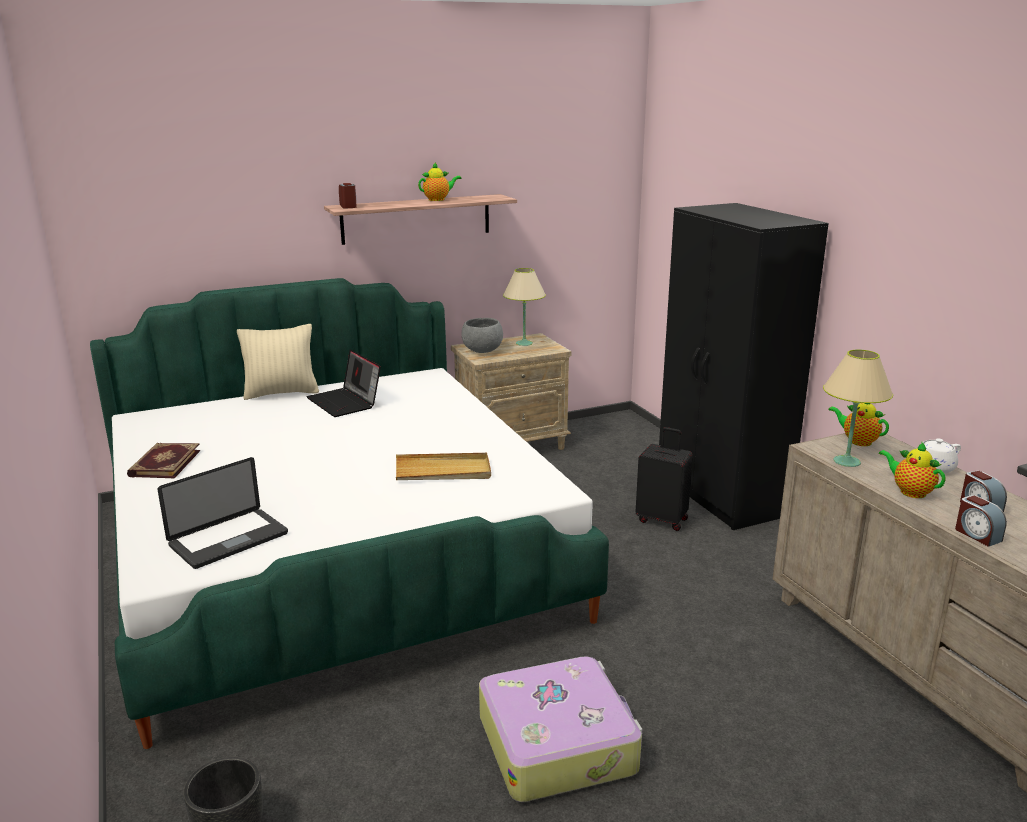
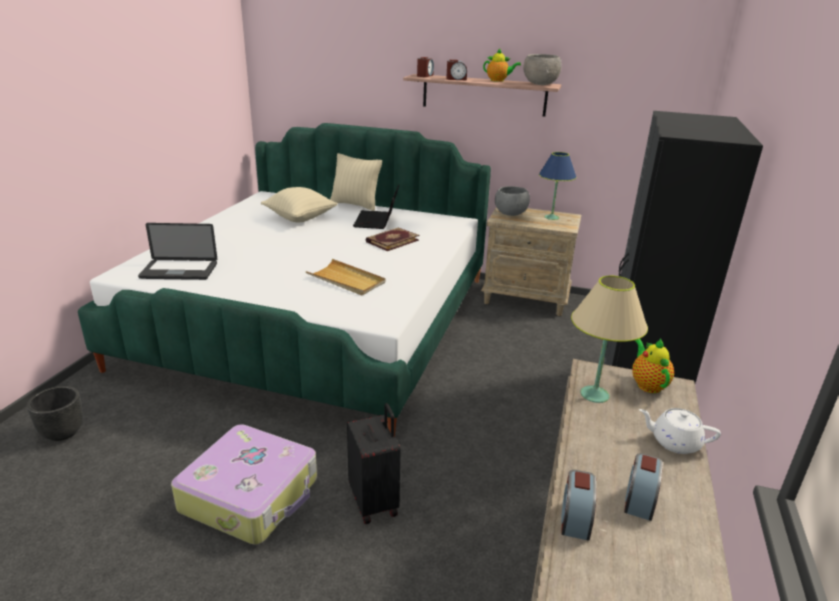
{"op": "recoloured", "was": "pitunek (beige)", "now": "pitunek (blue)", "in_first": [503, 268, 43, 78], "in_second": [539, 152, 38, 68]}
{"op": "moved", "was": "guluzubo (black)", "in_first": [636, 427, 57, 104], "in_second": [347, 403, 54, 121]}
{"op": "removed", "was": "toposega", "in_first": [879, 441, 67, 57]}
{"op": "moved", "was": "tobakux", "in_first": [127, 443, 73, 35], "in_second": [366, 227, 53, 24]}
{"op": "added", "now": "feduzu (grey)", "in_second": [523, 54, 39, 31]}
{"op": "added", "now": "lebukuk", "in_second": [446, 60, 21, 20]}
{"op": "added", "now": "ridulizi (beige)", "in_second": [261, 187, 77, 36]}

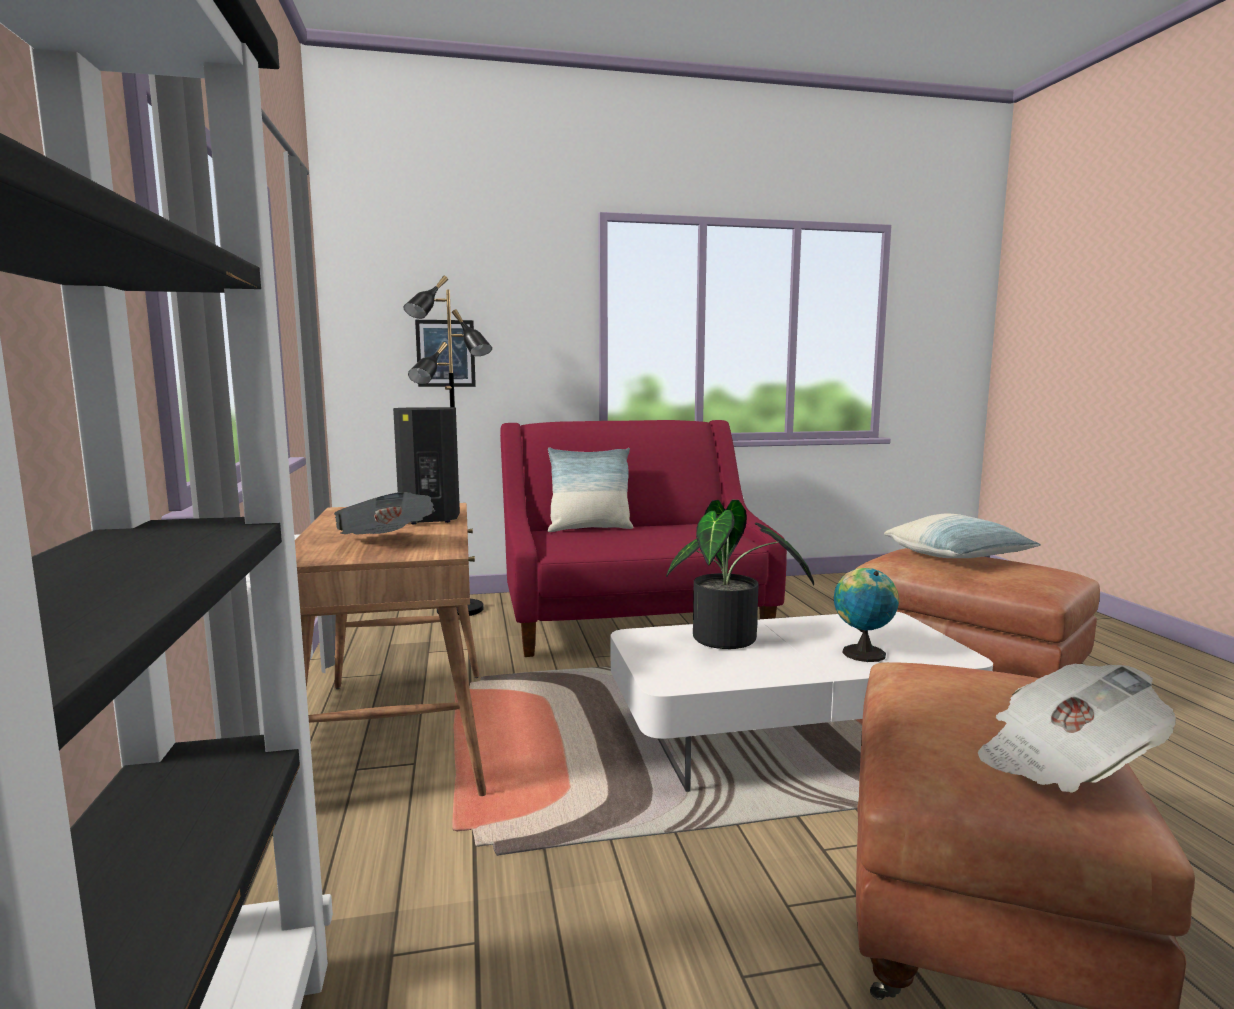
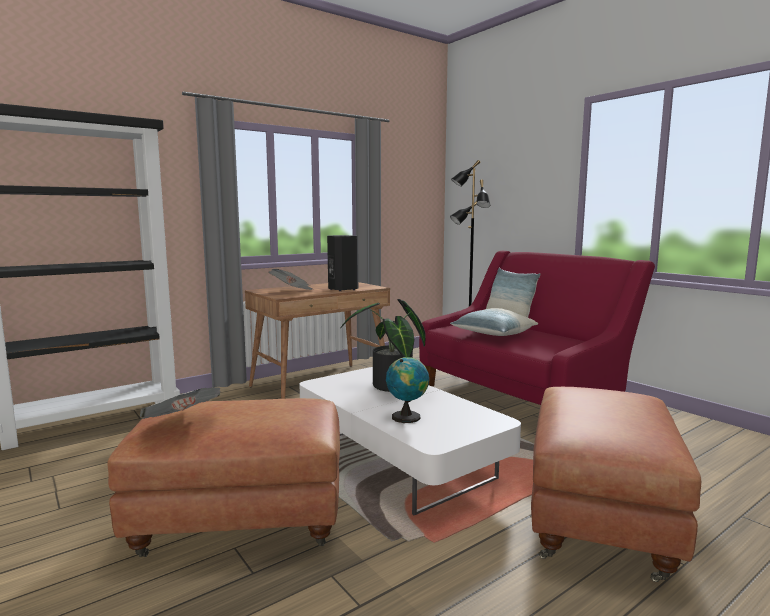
{"op": "removed", "was": "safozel", "in_first": [415, 320, 61, 67]}
{"op": "moved", "was": "ridulizi", "in_first": [884, 514, 157, 44], "in_second": [450, 308, 88, 28]}

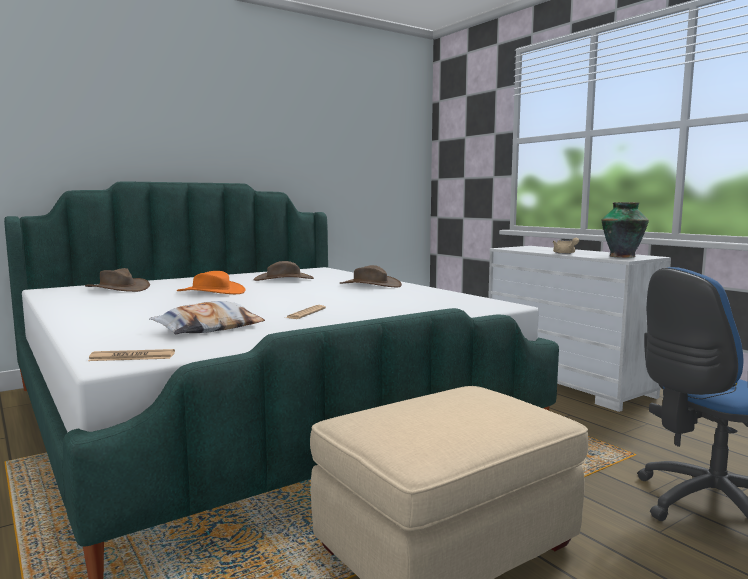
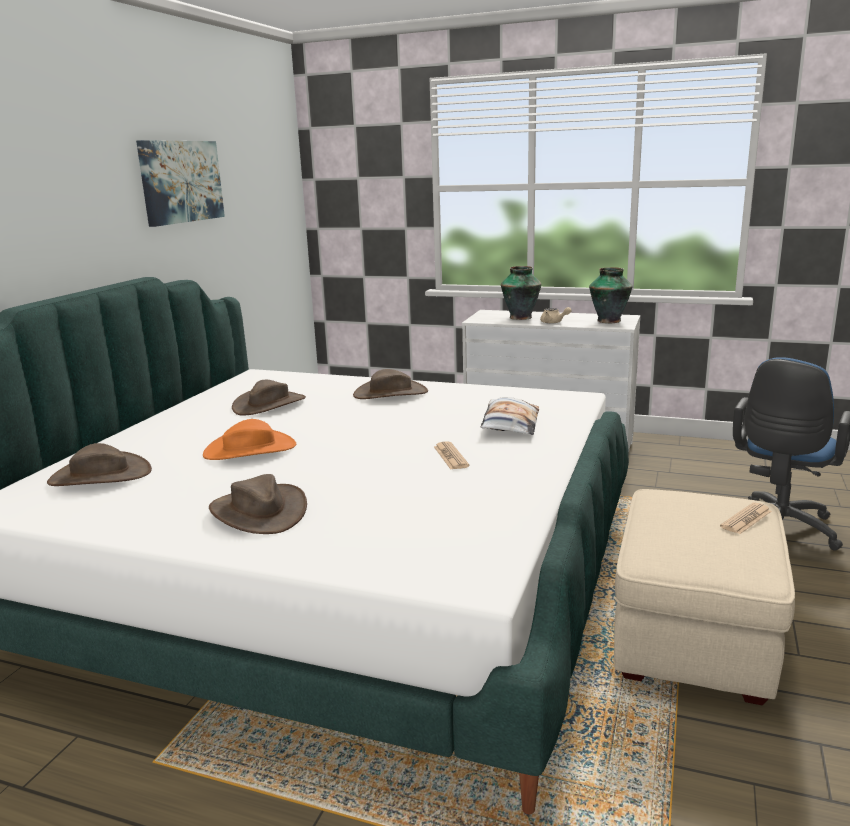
{"op": "moved", "was": "ridulizi", "in_first": [149, 301, 116, 33], "in_second": [480, 397, 59, 38]}
{"op": "moved", "was": "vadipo", "in_first": [88, 349, 87, 12], "in_second": [720, 503, 52, 31]}
{"op": "added", "now": "safozel", "in_second": [136, 140, 89, 87]}
{"op": "added", "now": "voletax", "in_second": [501, 266, 40, 54]}
{"op": "added", "now": "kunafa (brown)", "in_second": [209, 474, 98, 60]}

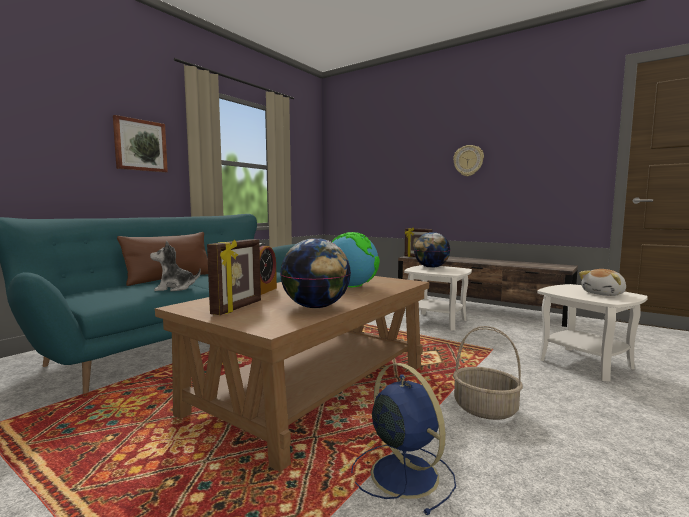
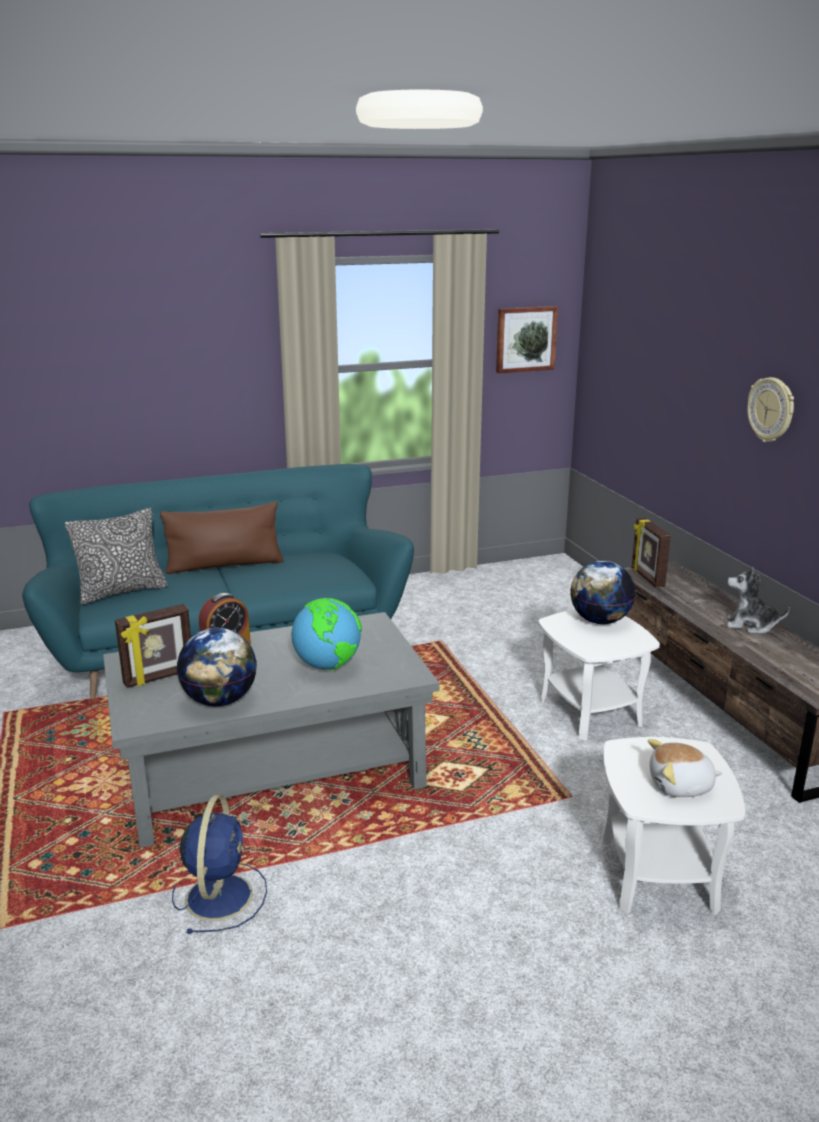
{"op": "moved", "was": "safozel", "in_first": [113, 115, 55, 58], "in_second": [496, 306, 62, 67]}
{"op": "moved", "was": "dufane", "in_first": [150, 241, 51, 51], "in_second": [726, 567, 64, 67]}
{"op": "recoloured", "was": "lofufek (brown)", "now": "lofufek (grey)", "in_first": [155, 276, 274, 196], "in_second": [103, 612, 337, 236]}
{"op": "removed", "was": "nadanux", "in_first": [453, 326, 70, 94]}
{"op": "added", "now": "ridulizi", "in_second": [65, 508, 102, 97]}

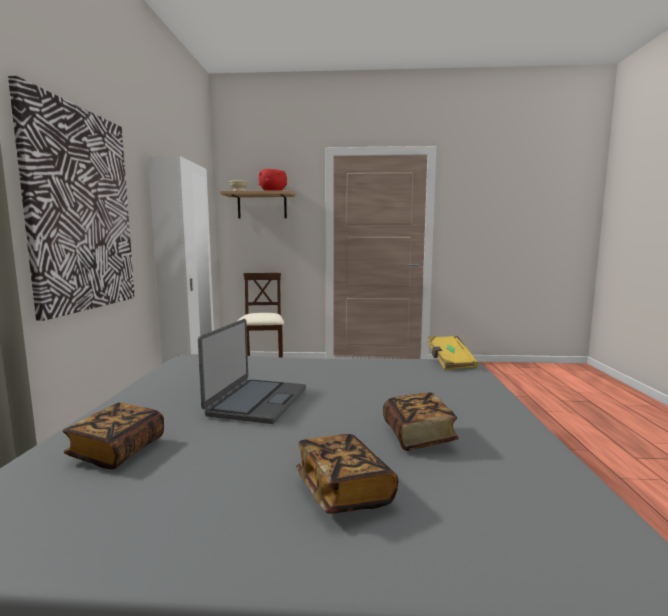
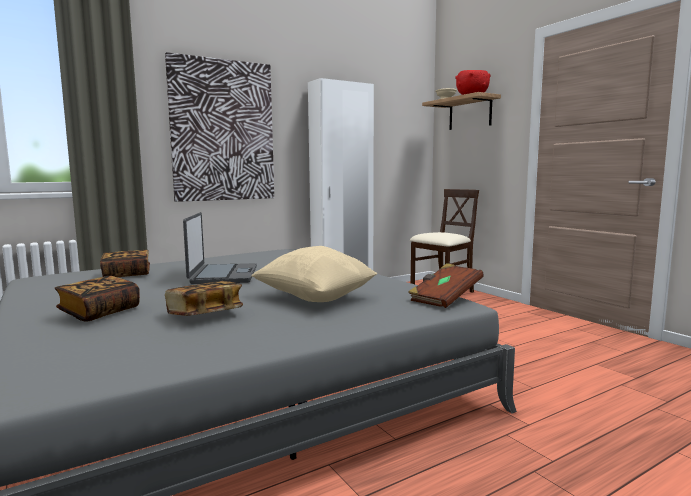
{"op": "turned", "was": "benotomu", "in_first": [198, 319, 108, 105], "in_second": [183, 212, 74, 72], "clockwise": -75}
{"op": "recoloured", "was": "tobakux (yellow)", "now": "tobakux (brown)", "in_first": [427, 336, 51, 34], "in_second": [408, 263, 75, 45]}
{"op": "added", "now": "ridulizi (beige)", "in_second": [251, 246, 126, 56]}

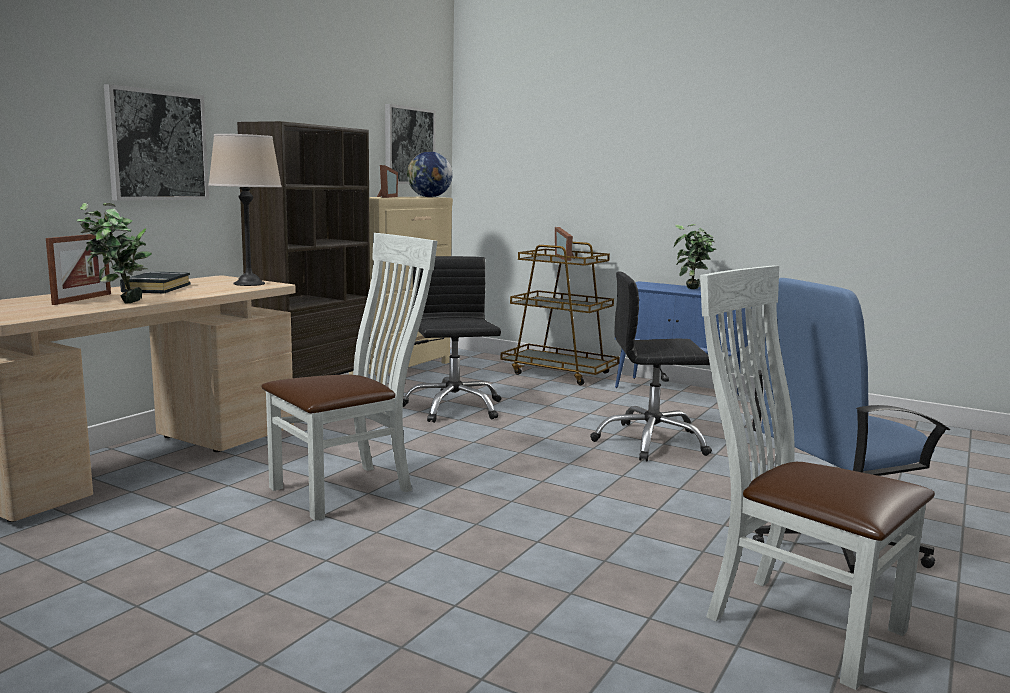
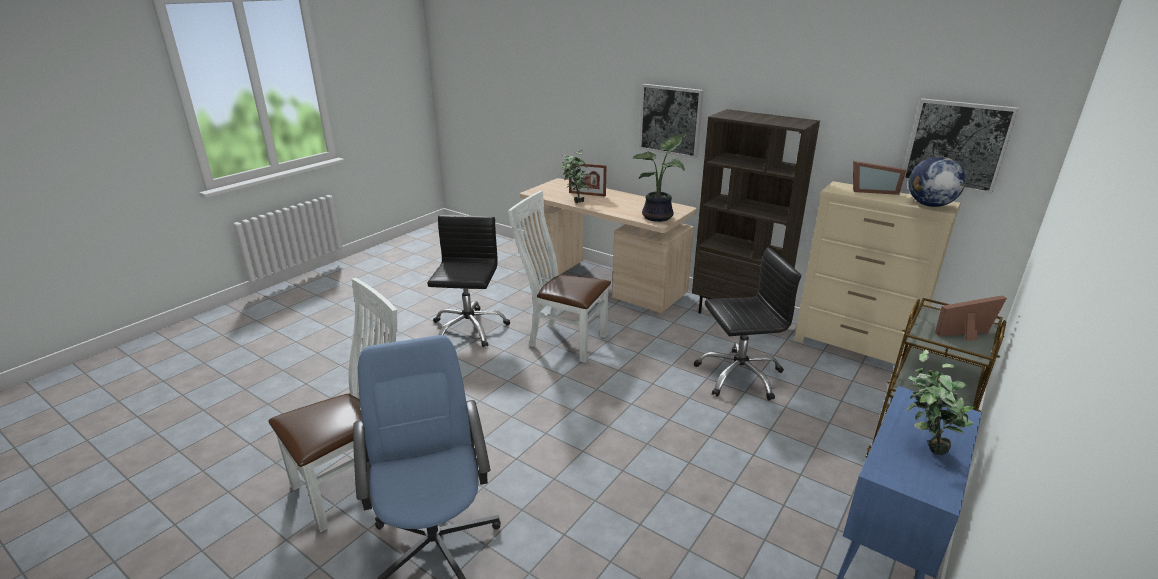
{"op": "replaced", "was": "pitunek (beige)", "now": "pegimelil", "in_first": [208, 134, 74, 152], "in_second": [632, 134, 55, 88]}
{"op": "turned", "was": "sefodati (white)", "in_first": [261, 233, 177, 288], "in_second": [508, 191, 103, 172], "clockwise": 150}
{"op": "moved", "was": "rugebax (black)", "in_first": [590, 271, 122, 190], "in_second": [427, 215, 83, 132]}
{"op": "removed", "was": "tobakux (black)", "in_first": [120, 272, 71, 21]}

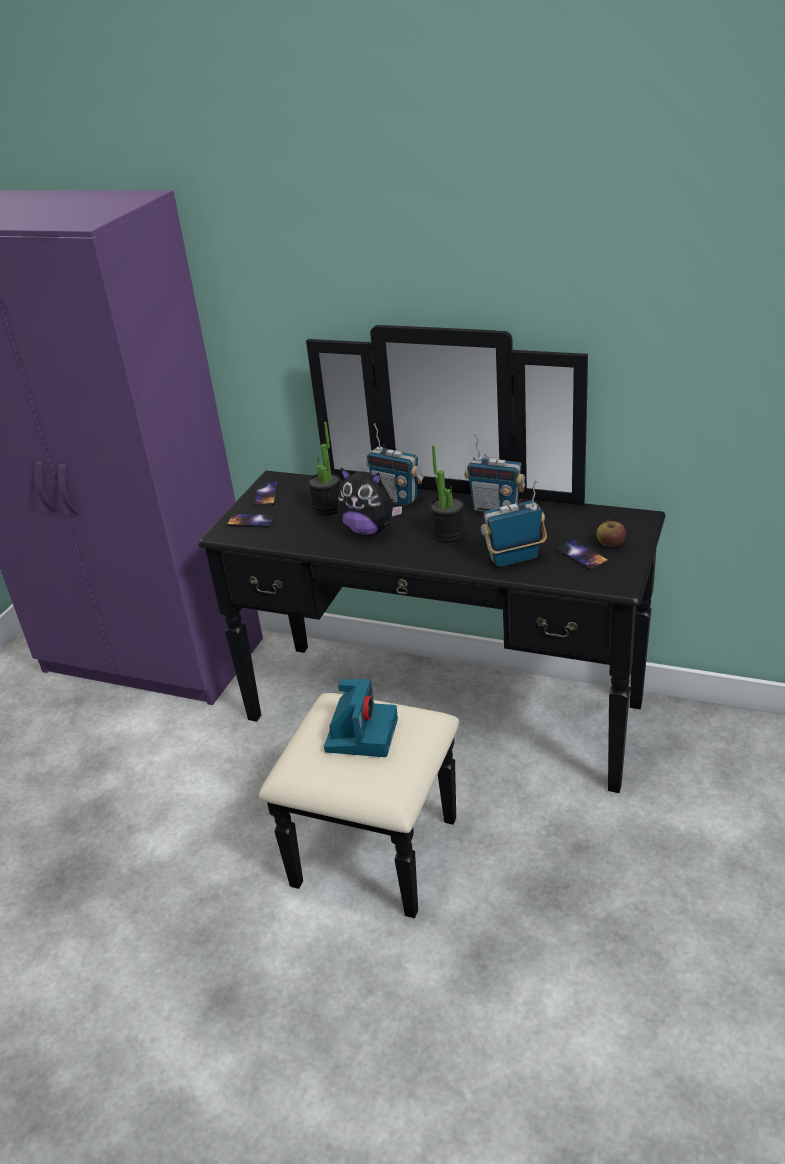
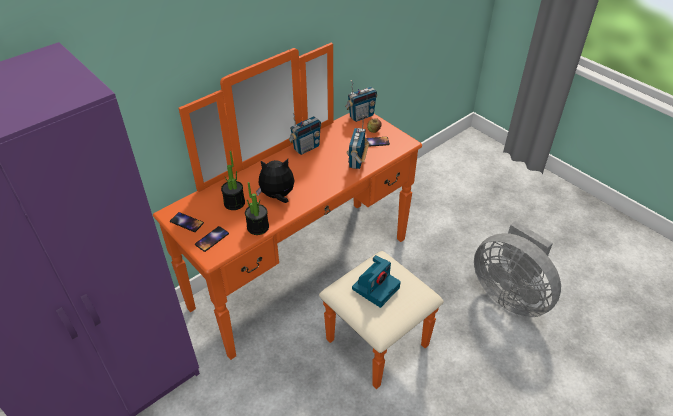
{"op": "recoloured", "was": "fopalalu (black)", "now": "fopalalu (orange)", "in_first": [198, 325, 468, 593], "in_second": [153, 43, 291, 346]}
{"op": "moved", "was": "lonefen", "in_first": [366, 424, 58, 82], "in_second": [345, 80, 32, 42]}
{"op": "moved", "was": "pegimelil", "in_first": [430, 446, 36, 96], "in_second": [245, 182, 24, 53]}
{"op": "turned", "was": "dufane", "in_first": [338, 468, 64, 67], "in_second": [256, 159, 39, 44], "clockwise": -150}
{"op": "turned", "was": "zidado", "in_first": [324, 679, 74, 78], "in_second": [352, 255, 49, 53], "clockwise": 90}
{"op": "added", "now": "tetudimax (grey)", "in_second": [474, 221, 87, 96]}

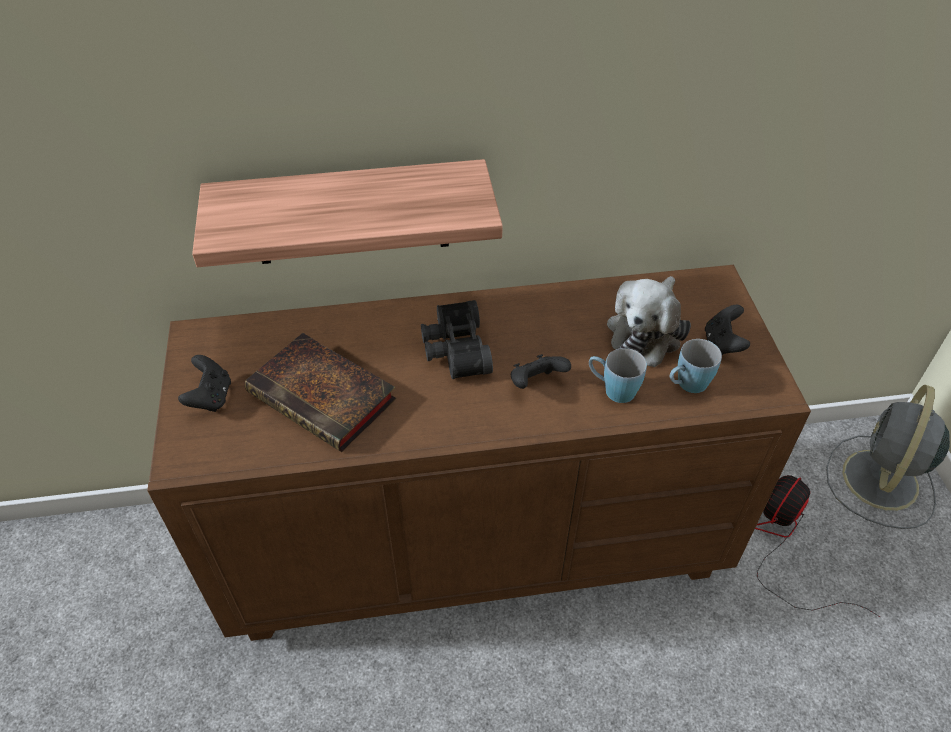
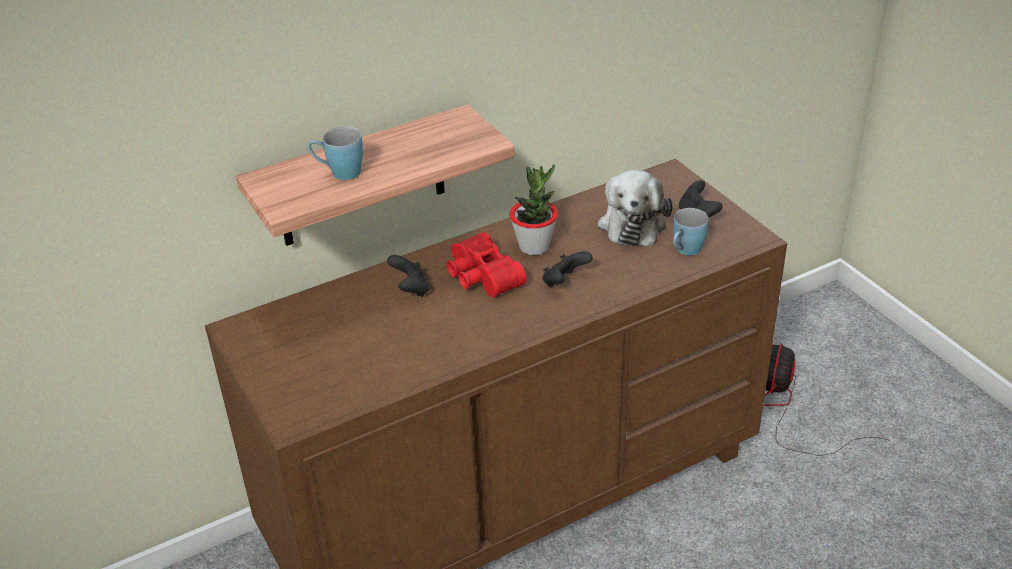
{"op": "recoloured", "was": "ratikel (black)", "now": "ratikel (red)", "in_first": [421, 300, 72, 79], "in_second": [446, 232, 80, 66]}
{"op": "removed", "was": "tobakux", "in_first": [245, 333, 151, 119]}
{"op": "moved", "was": "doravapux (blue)", "in_first": [589, 348, 58, 55], "in_second": [308, 127, 55, 53]}
{"op": "moved", "was": "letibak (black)", "in_first": [178, 355, 53, 57], "in_second": [387, 255, 43, 42]}
{"op": "removed", "was": "tetudimax (grey)", "in_first": [826, 385, 124, 144]}
{"op": "added", "now": "pegimelil", "in_second": [509, 164, 49, 91]}

